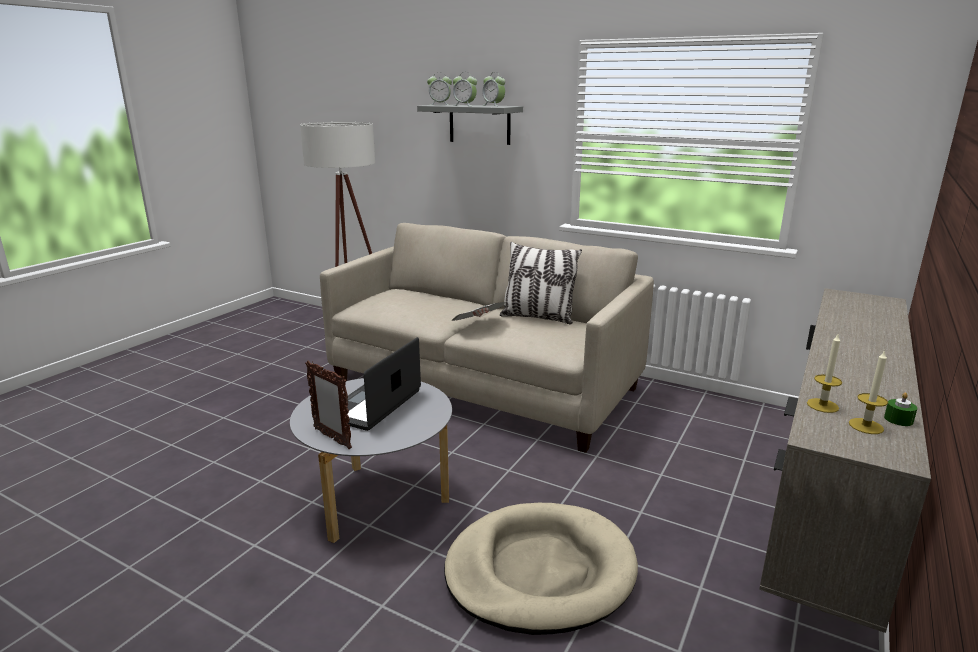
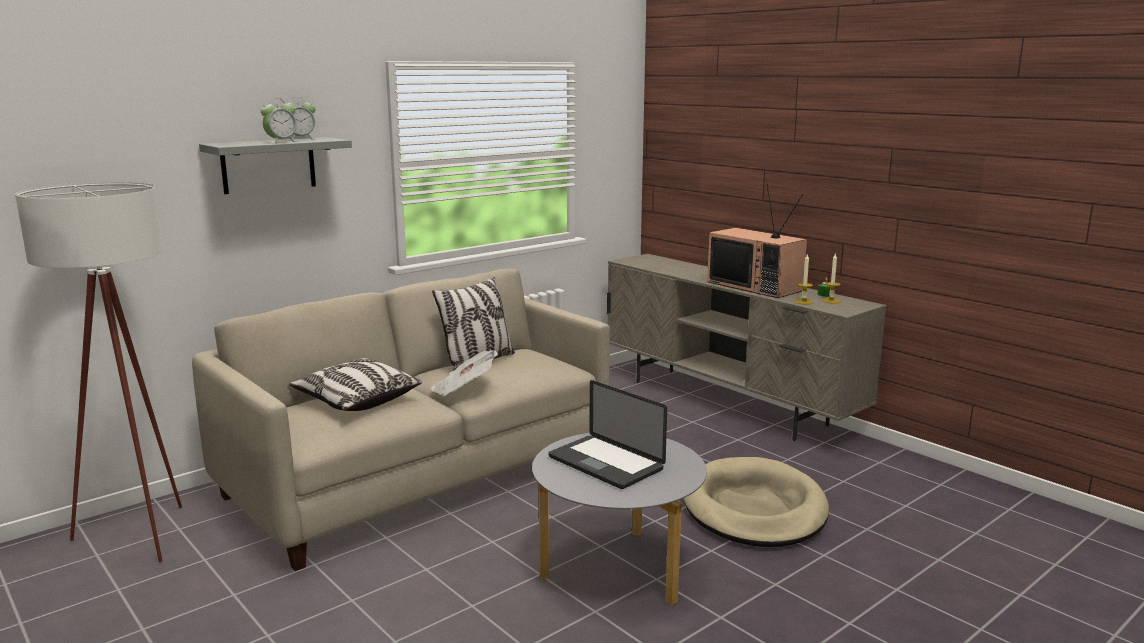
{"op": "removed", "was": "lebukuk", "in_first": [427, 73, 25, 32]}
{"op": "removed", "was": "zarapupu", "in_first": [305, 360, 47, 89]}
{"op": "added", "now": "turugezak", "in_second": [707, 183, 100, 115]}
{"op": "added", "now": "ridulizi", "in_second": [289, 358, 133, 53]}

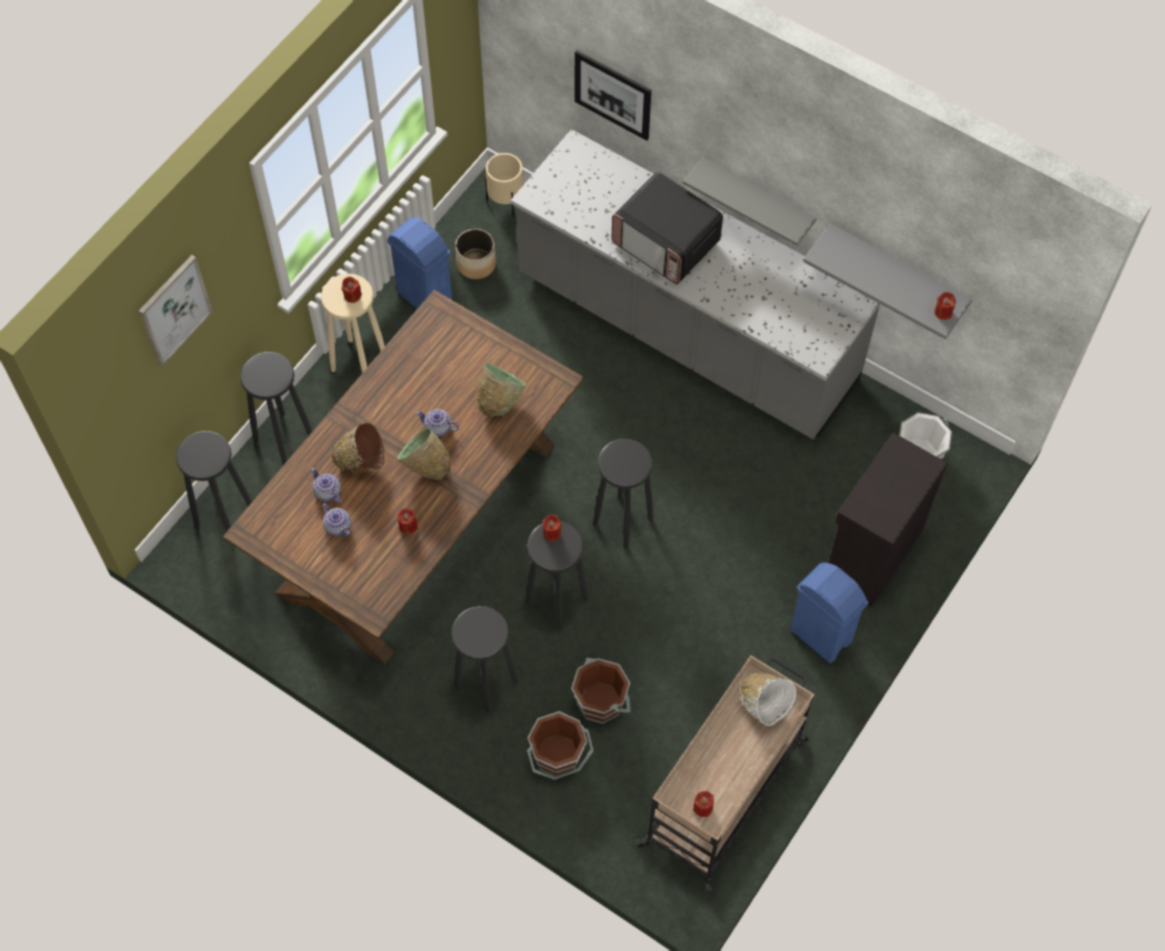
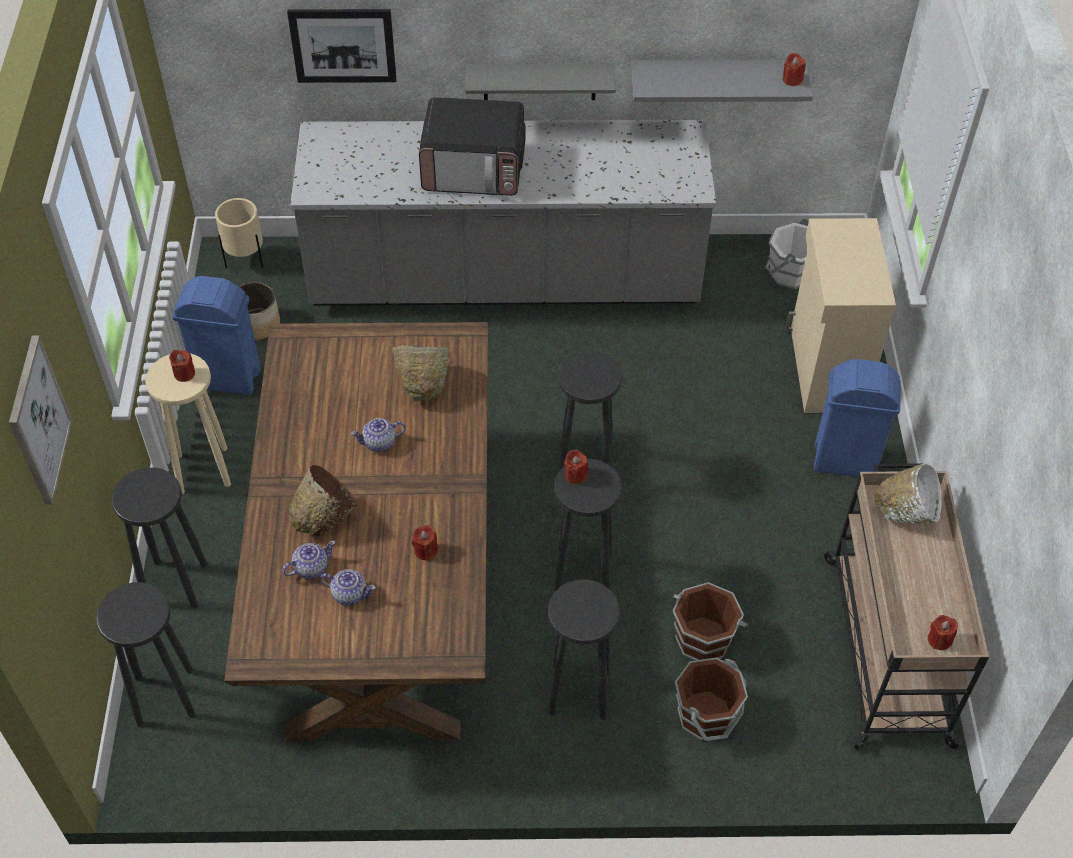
{"op": "removed", "was": "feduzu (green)", "in_first": [397, 428, 54, 52]}
{"op": "recoloured", "was": "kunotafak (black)", "now": "kunotafak (beige)", "in_first": [828, 432, 120, 175], "in_second": [785, 218, 111, 195]}
{"op": "turned", "was": "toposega", "in_first": [311, 467, 31, 36], "in_second": [282, 540, 53, 39], "clockwise": 135}

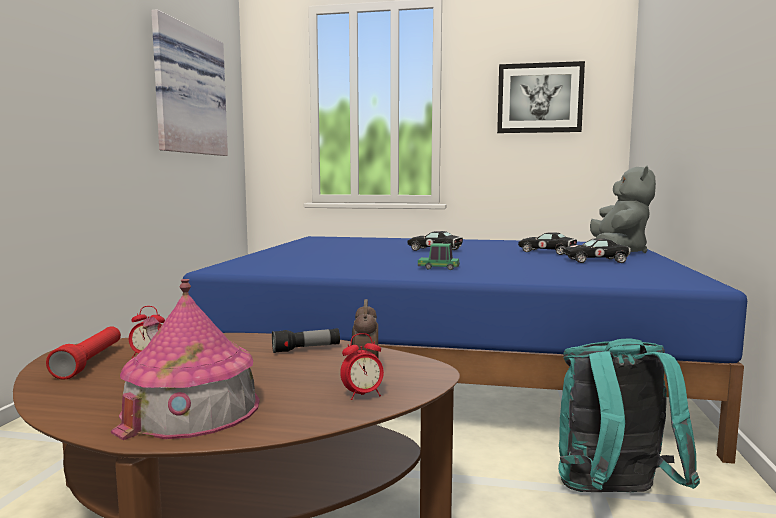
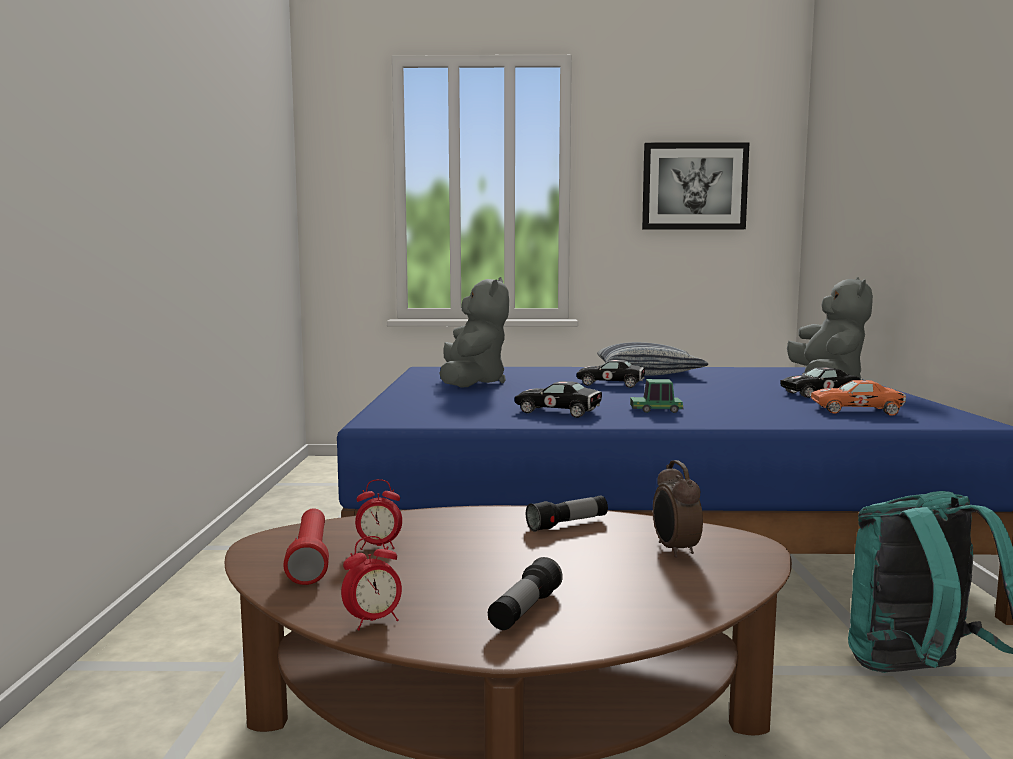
{"op": "removed", "was": "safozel", "in_first": [151, 10, 77, 146]}
{"op": "moved", "was": "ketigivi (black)", "in_first": [518, 232, 59, 23], "in_second": [515, 381, 87, 37]}
{"op": "replaced", "was": "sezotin", "now": "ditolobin", "in_first": [111, 279, 148, 161], "in_second": [488, 557, 75, 73]}
{"op": "moved", "was": "lebukuk", "in_first": [340, 333, 44, 67], "in_second": [341, 536, 61, 94]}
{"op": "added", "now": "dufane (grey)", "in_second": [439, 277, 70, 110]}
{"op": "added", "now": "ridulizi", "in_second": [597, 342, 111, 34]}
{"op": "added", "now": "ketigivi (orange)", "in_second": [811, 380, 95, 36]}

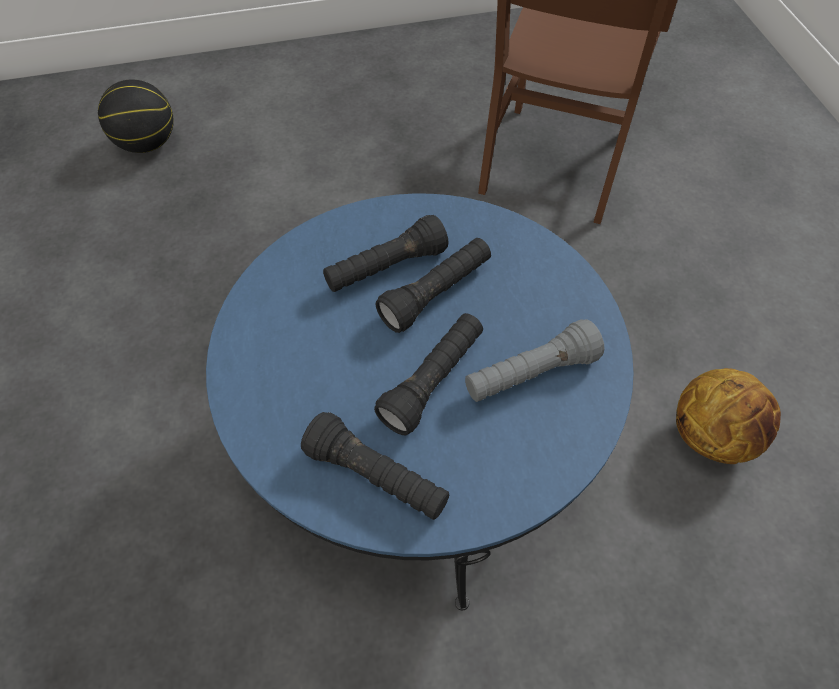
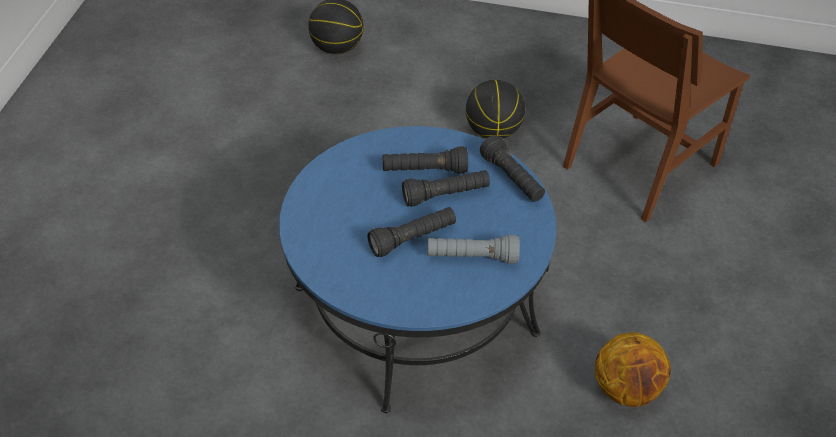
{"op": "moved", "was": "ditolobin (black)", "in_first": [301, 412, 148, 108], "in_second": [480, 135, 65, 67]}
{"op": "added", "now": "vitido", "in_second": [466, 80, 59, 59]}

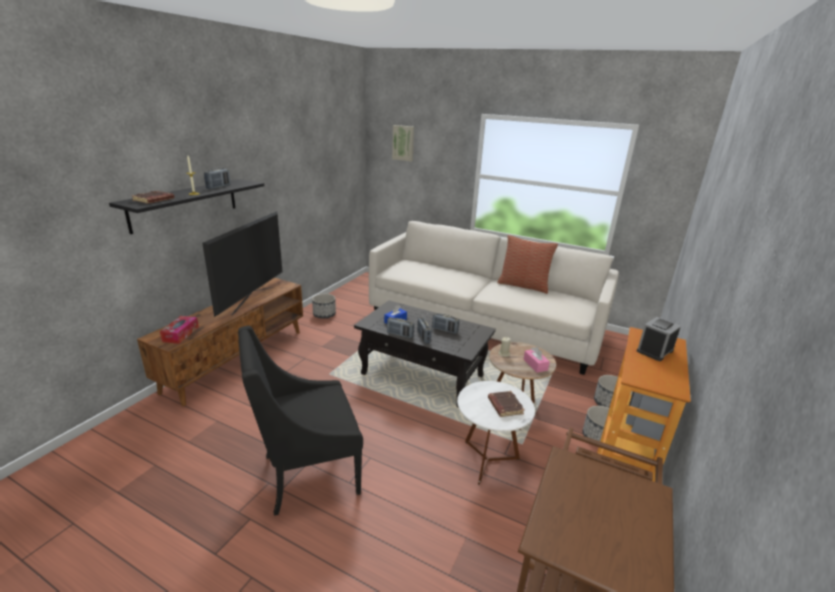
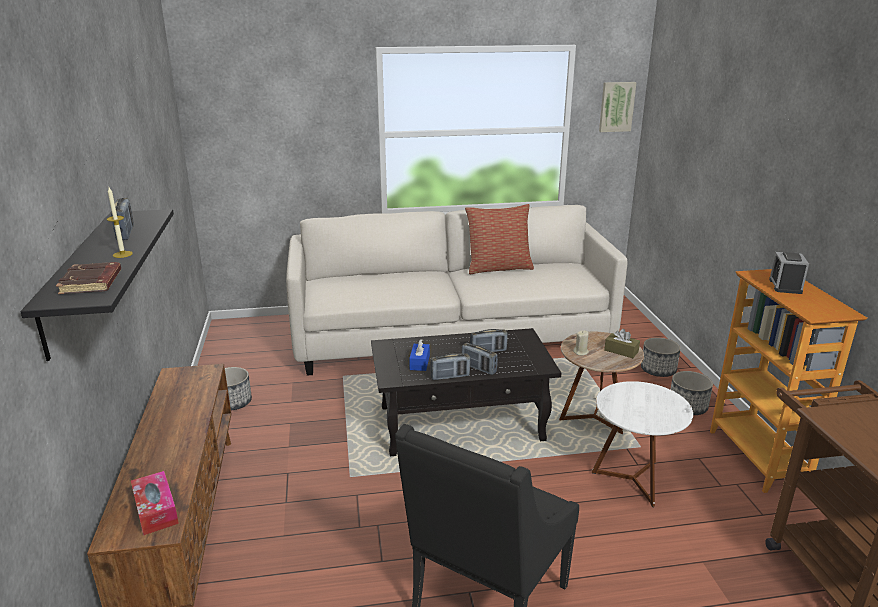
{"op": "moved", "was": "safozel", "in_first": [392, 125, 22, 37], "in_second": [599, 82, 38, 50]}
{"op": "removed", "was": "turugezak", "in_first": [202, 211, 80, 106]}
{"op": "recoloured", "was": "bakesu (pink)", "now": "bakesu (brown)", "in_first": [523, 347, 27, 26], "in_second": [604, 329, 36, 29]}
{"op": "removed", "was": "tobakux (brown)", "in_first": [488, 391, 36, 26]}

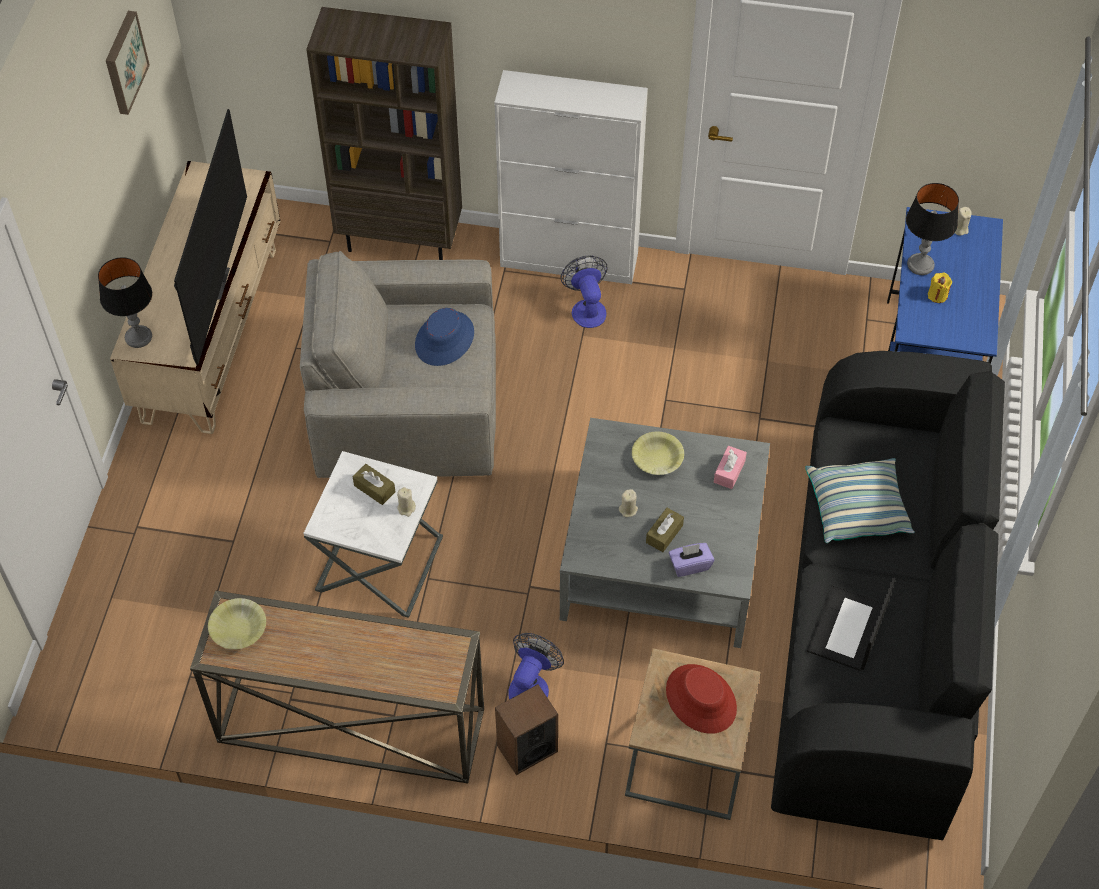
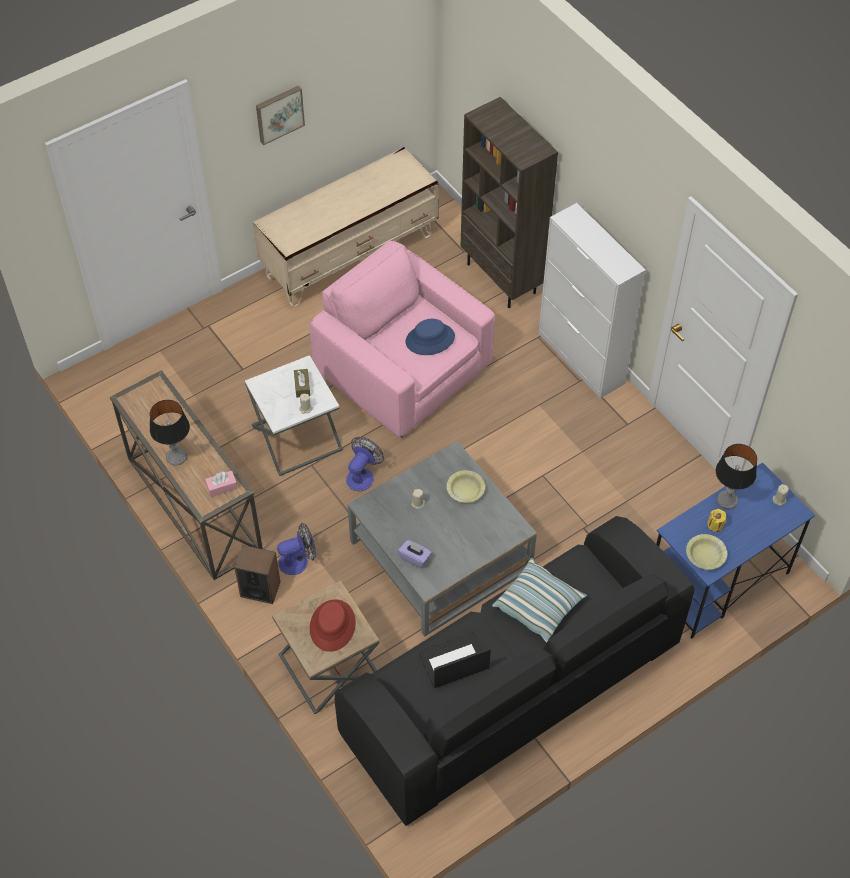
{"op": "moved", "was": "safozel", "in_first": [106, 11, 44, 104], "in_second": [256, 85, 49, 60]}
{"op": "removed", "was": "turugezak", "in_first": [174, 109, 73, 256]}
{"op": "recoloured", "was": "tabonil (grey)", "now": "tabonil (pink)", "in_first": [300, 251, 196, 227], "in_second": [310, 241, 185, 197]}
{"op": "moved", "was": "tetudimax", "in_first": [561, 256, 47, 72], "in_second": [346, 437, 38, 54]}
{"op": "moved", "was": "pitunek", "in_first": [98, 257, 54, 91], "in_second": [150, 400, 40, 66]}
{"op": "moved", "was": "bakesu (pink)", "in_first": [714, 446, 33, 43], "in_second": [205, 471, 33, 26]}
{"op": "removed", "was": "bakesu (brown)", "in_first": [646, 508, 38, 44]}
{"op": "moved", "was": "feduzu (yellow)", "in_first": [208, 598, 58, 51], "in_second": [686, 534, 41, 36]}

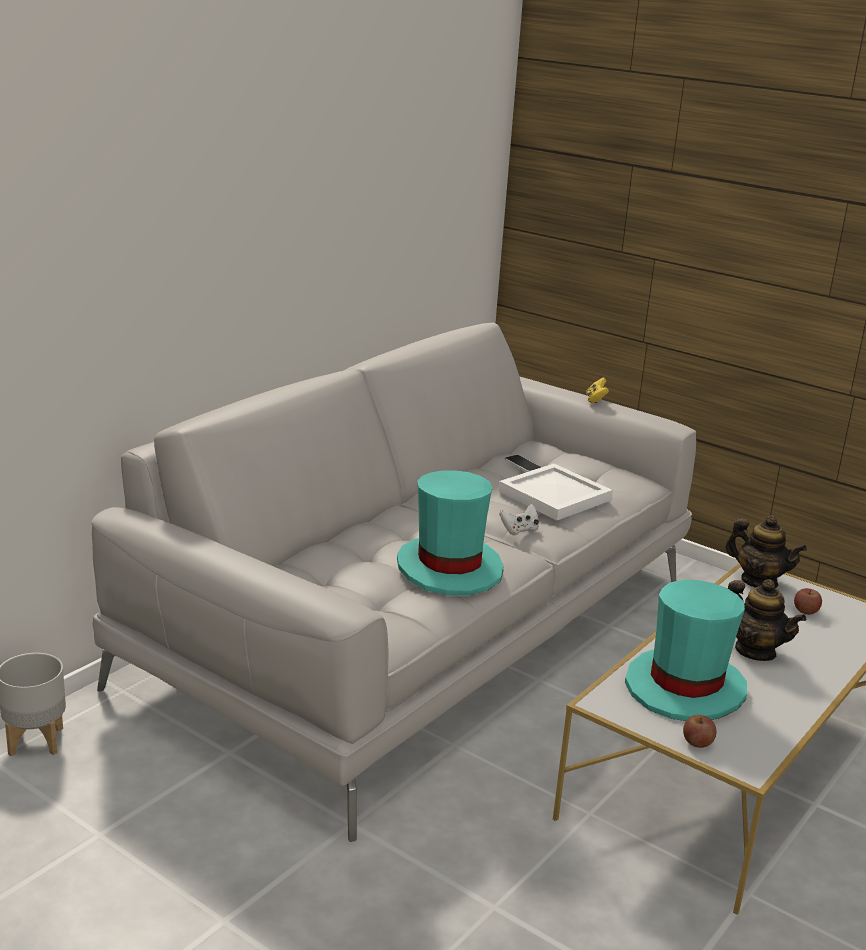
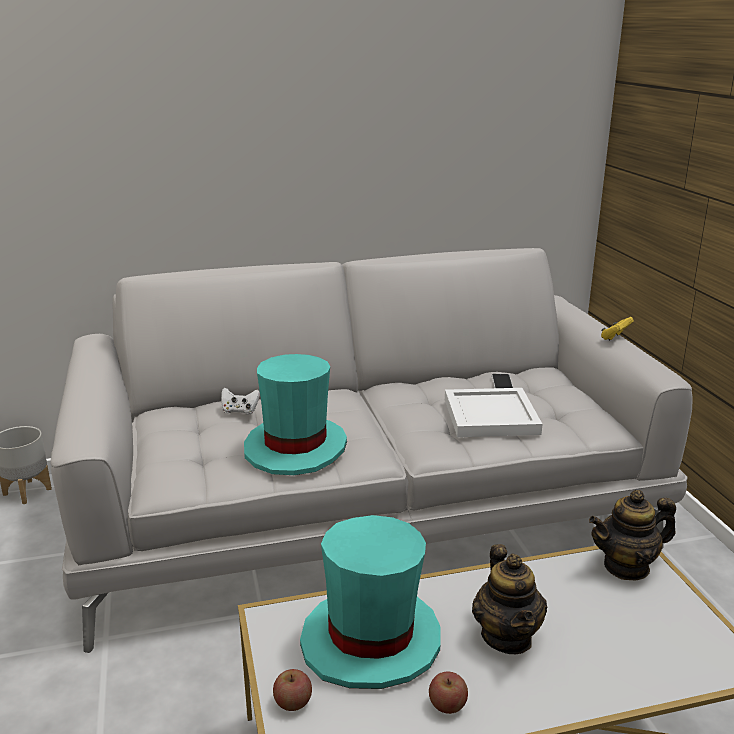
{"op": "moved", "was": "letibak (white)", "in_first": [499, 504, 40, 31], "in_second": [221, 387, 39, 27]}
{"op": "turned", "was": "toposega", "in_first": [725, 515, 82, 73], "in_second": [589, 490, 87, 91], "clockwise": 90}
{"op": "moved", "was": "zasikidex", "in_first": [794, 588, 28, 27], "in_second": [429, 671, 39, 43]}

